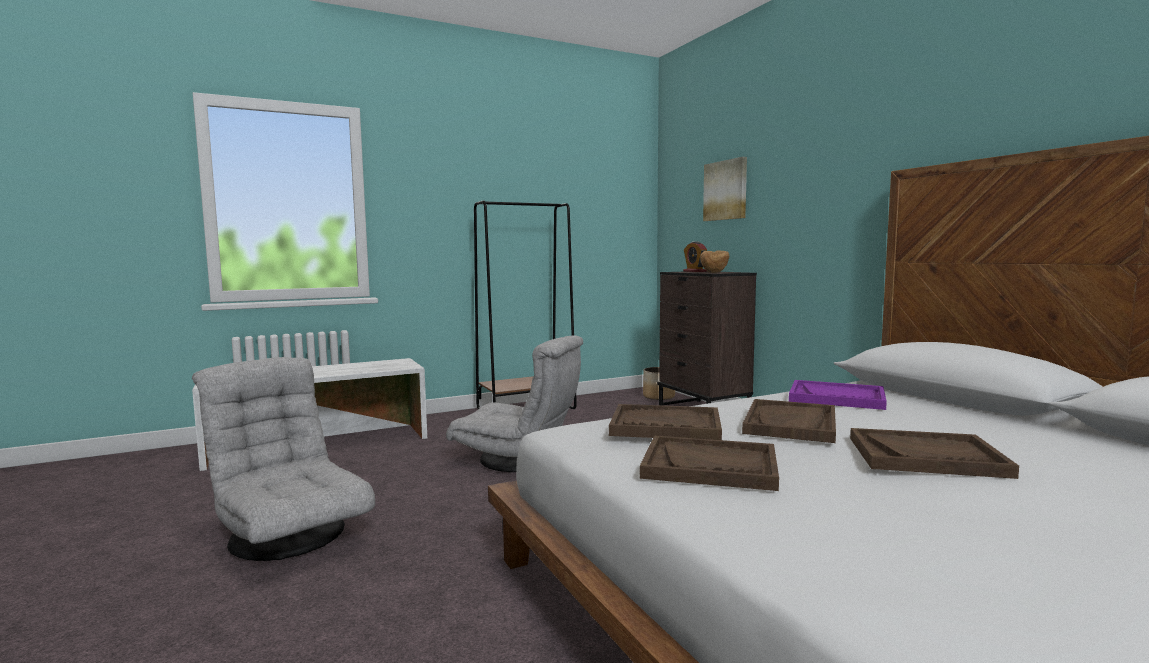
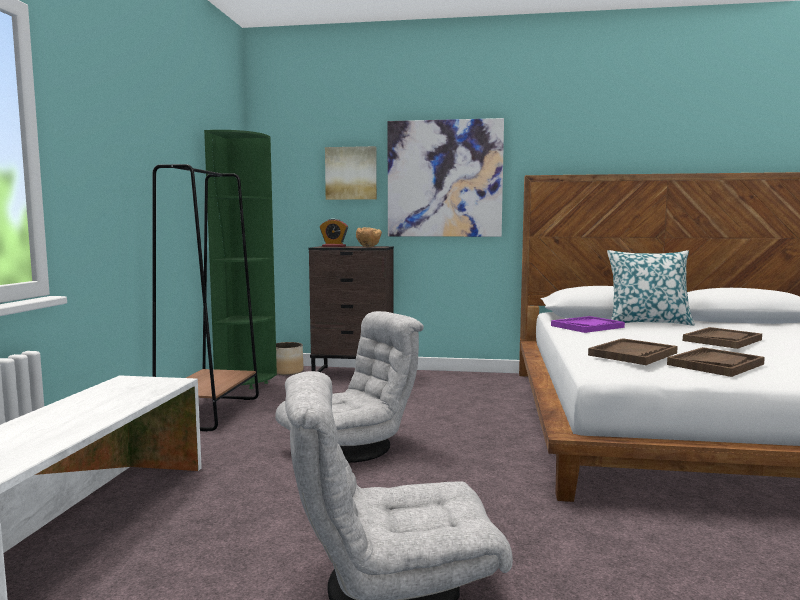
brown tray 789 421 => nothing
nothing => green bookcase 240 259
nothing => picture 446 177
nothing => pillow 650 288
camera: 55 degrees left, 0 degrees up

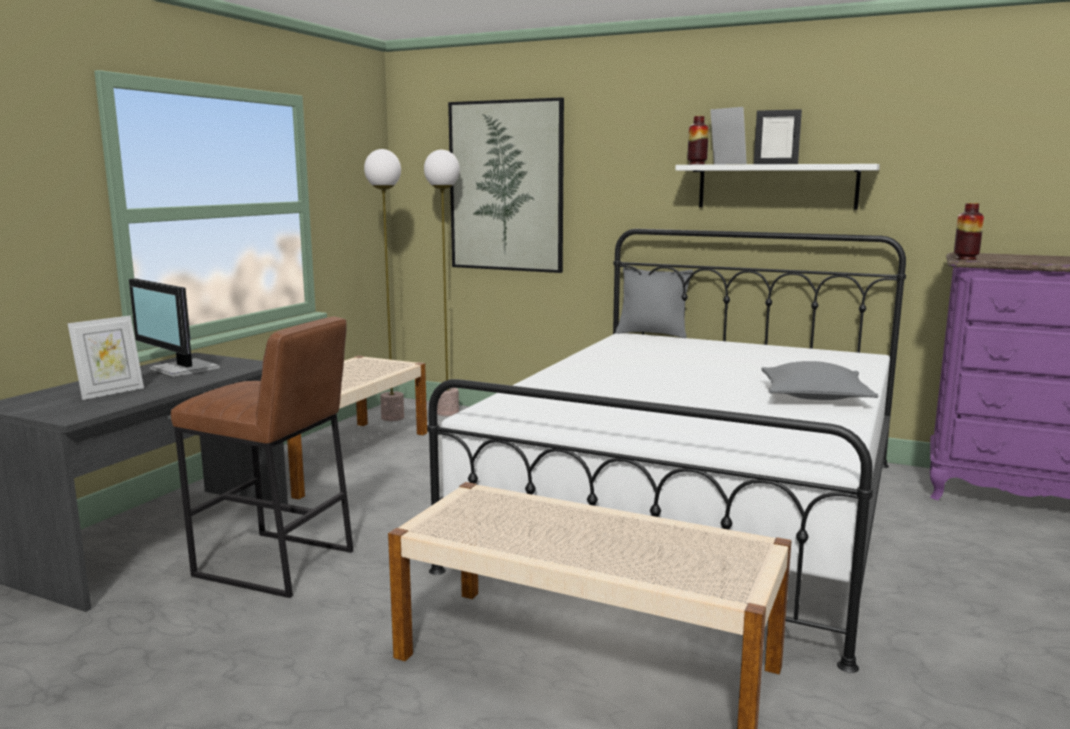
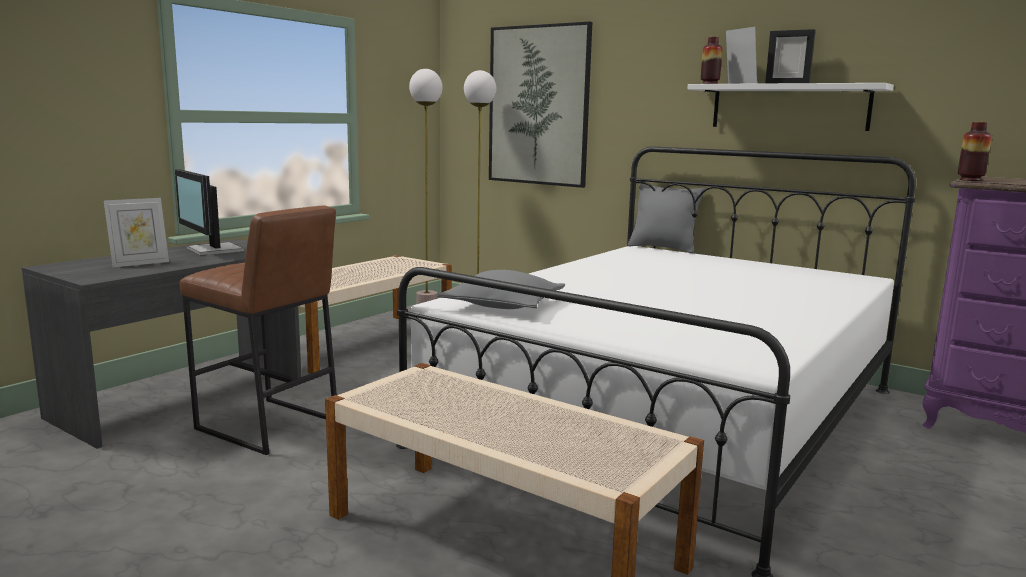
grey pillow 819 380 => grey pillow 501 289, move
camera: 10 degrees right, 0 degrees up

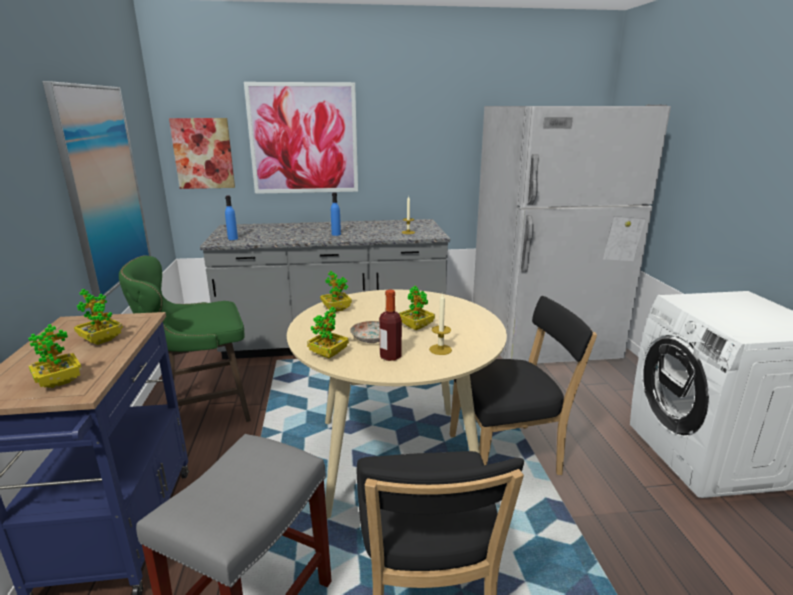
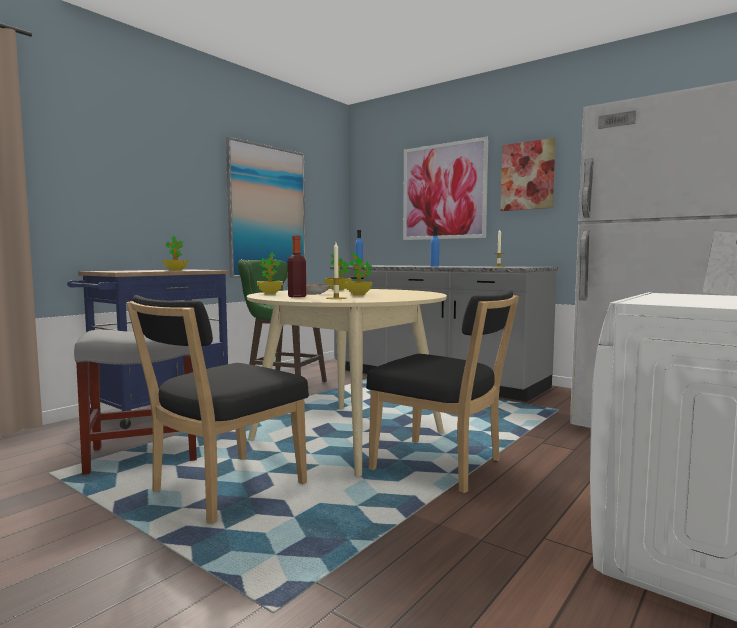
potted plant 55 356 => nothing
picture 202 153 => picture 528 174, move
camera: 45 degrees right, 15 degrees down

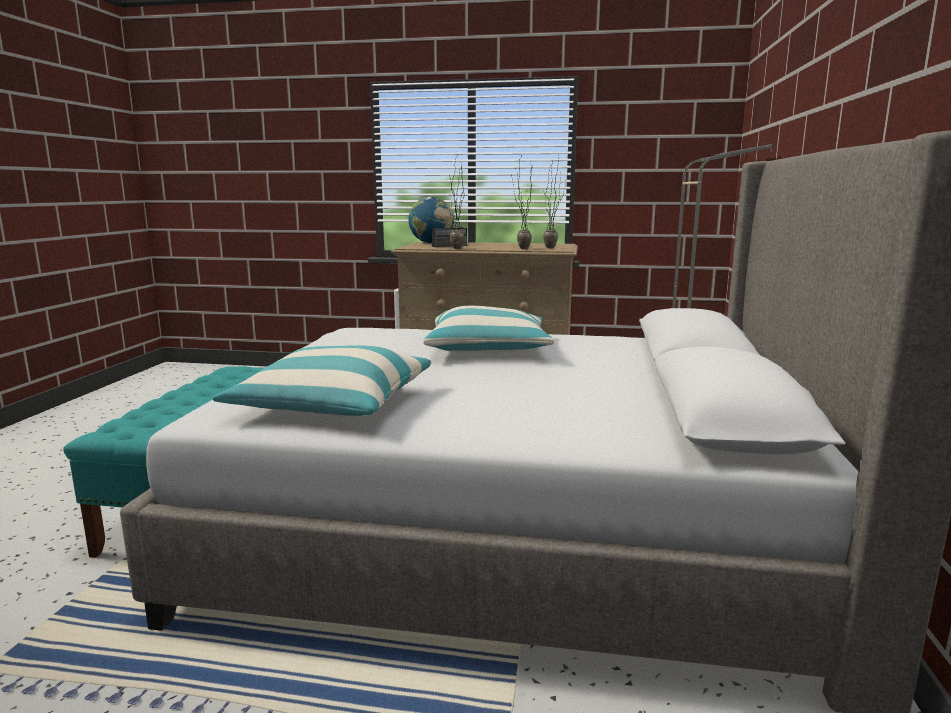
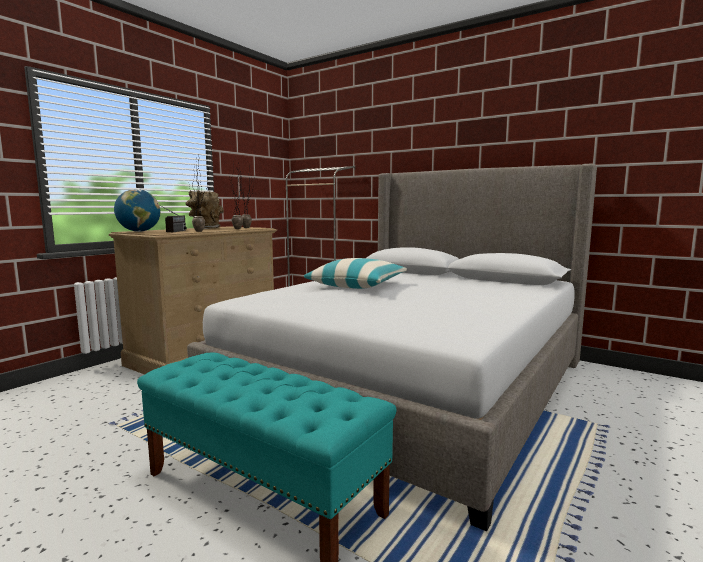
pillow 321 380 => nothing
nothing => brown vase 204 210
camera: 65 degrees left, 5 degrees down

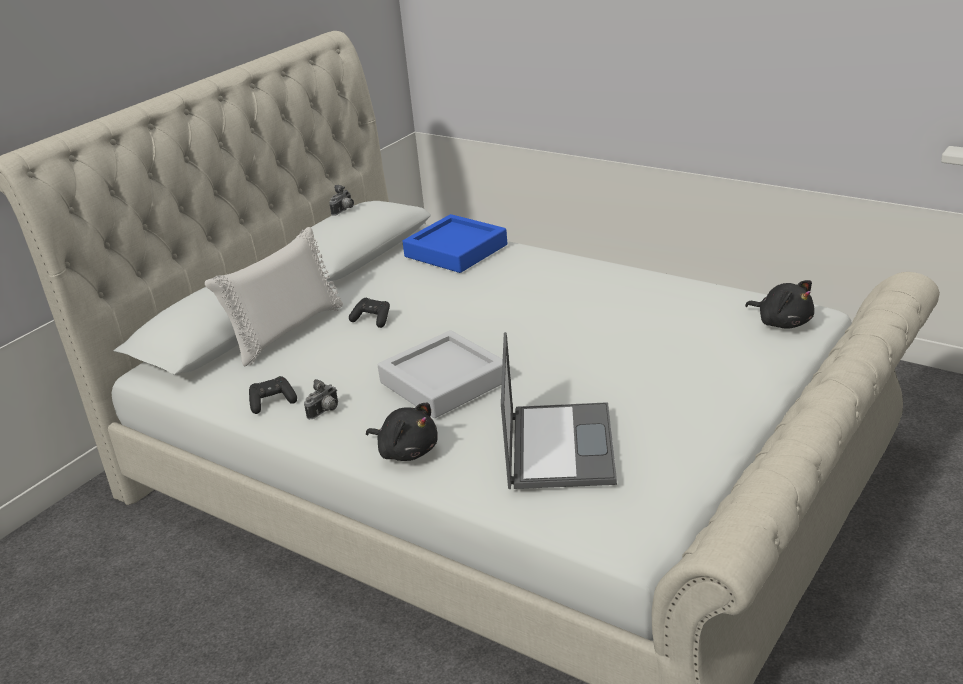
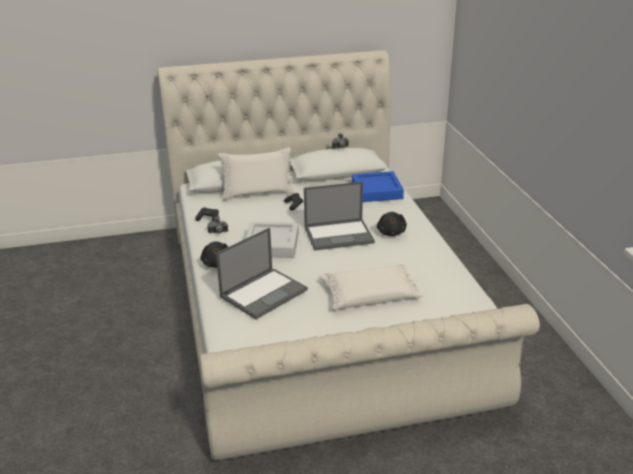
black plush toy 780 304 => black plush toy 392 224, move
nothing => laptop 339 216
nothing => white pillow 371 286
camera: 40 degrees right, 0 degrees up

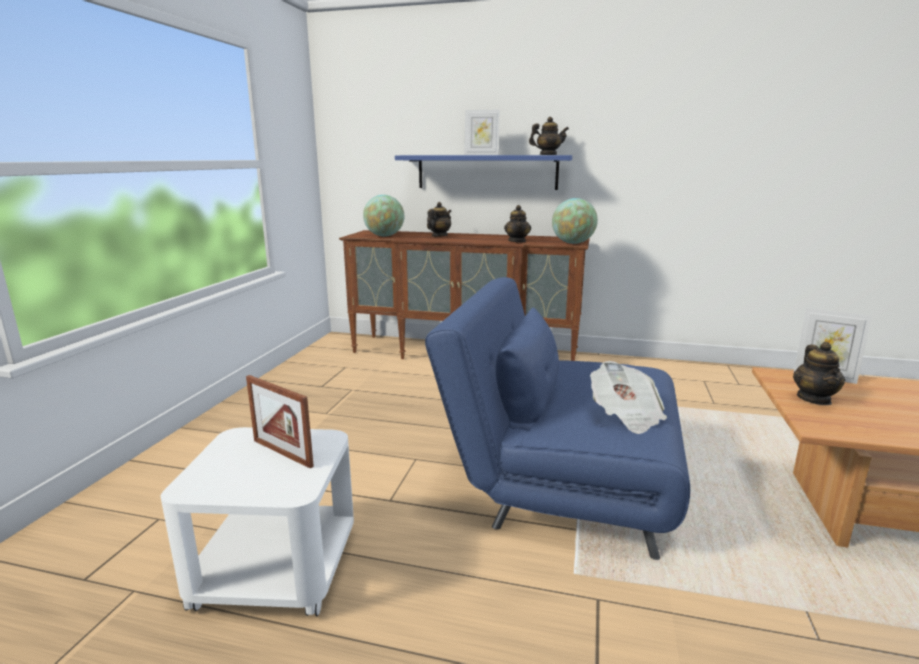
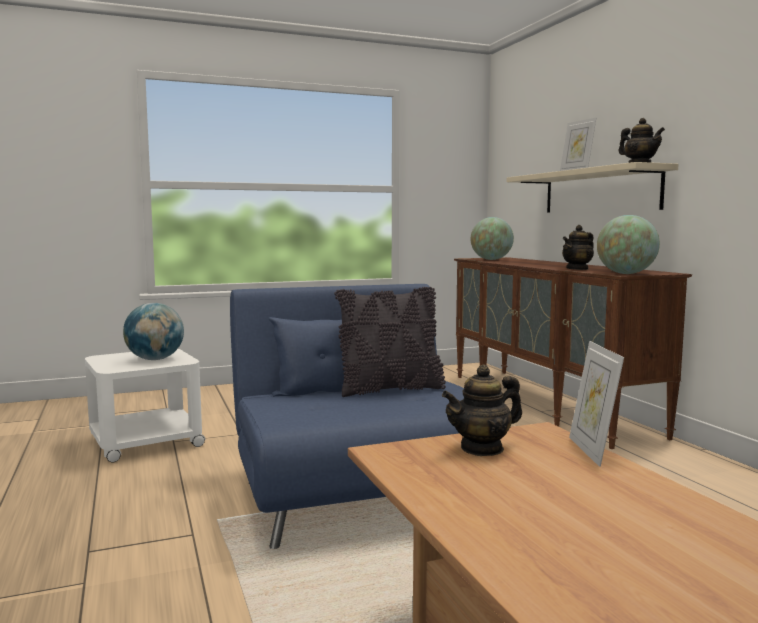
picture frame 280 422 => globe 153 331
blue shelf 483 172 => beige shelf 592 187
teapot 439 219 => nothing
newspaper 628 397 => nothing
nothing => black pillow 390 342
camera: 55 degrees right, 10 degrees down

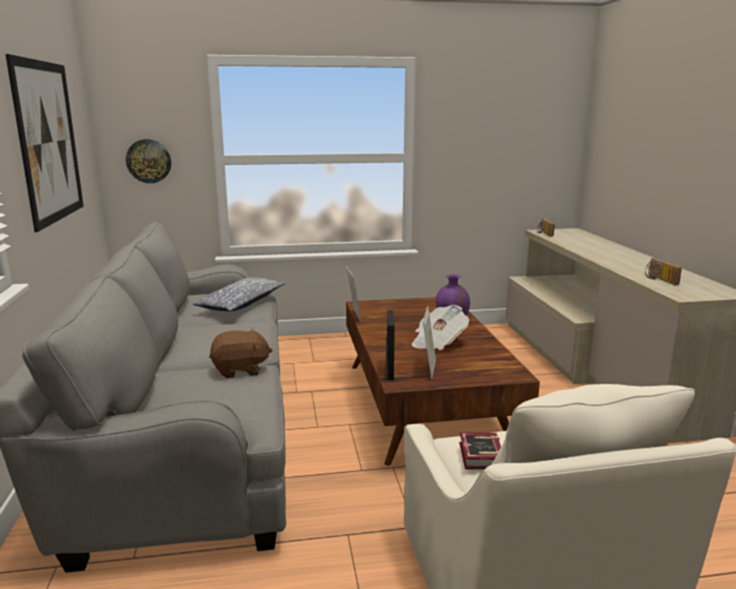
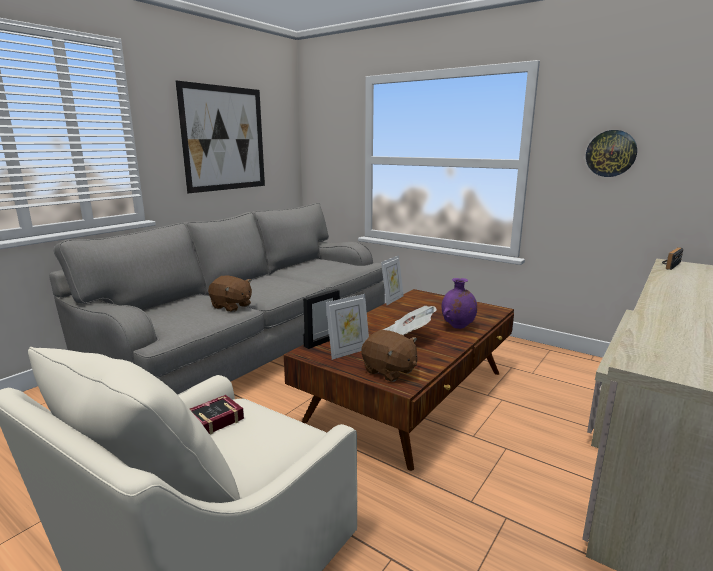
wall clock 148 161 => wall clock 611 153, move
pillow 239 294 => nothing
radio 663 271 => nothing
nothing => brown plush toy 389 356
camera: 45 degrees right, 0 degrees up

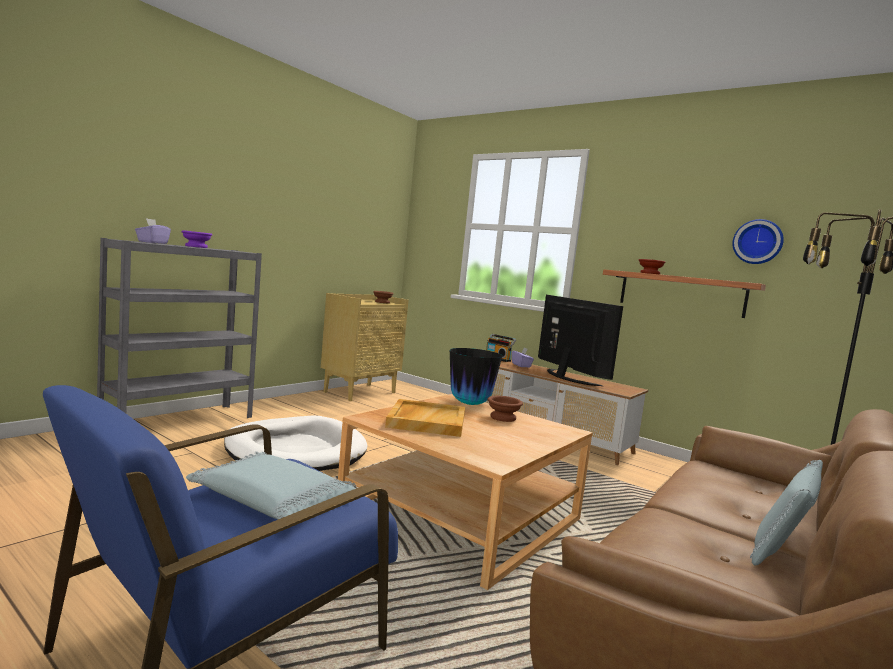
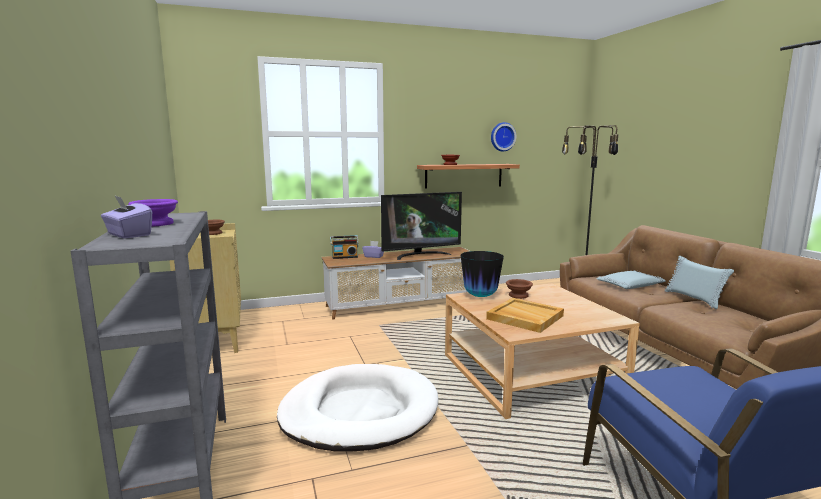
blue pillow 271 485 => blue pillow 631 279, move
television 580 340 => television 421 226, 150 degrees clockwise
camera: 55 degrees left, 5 degrees up

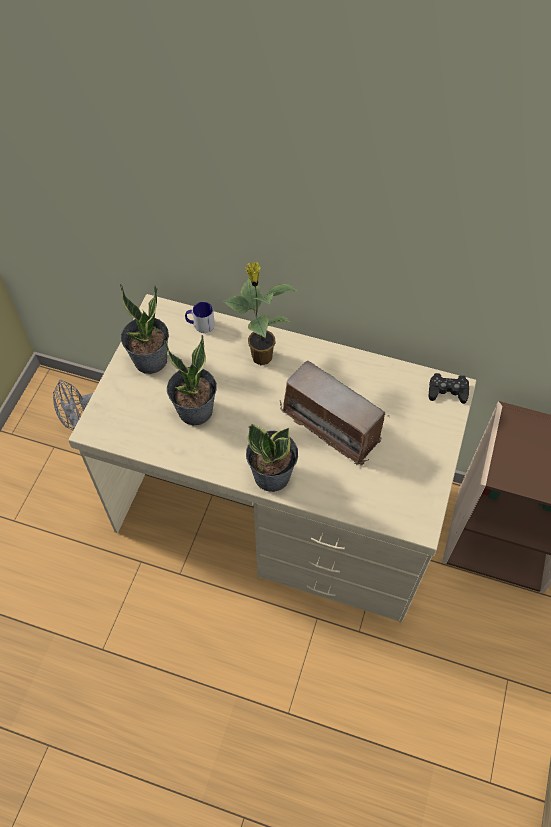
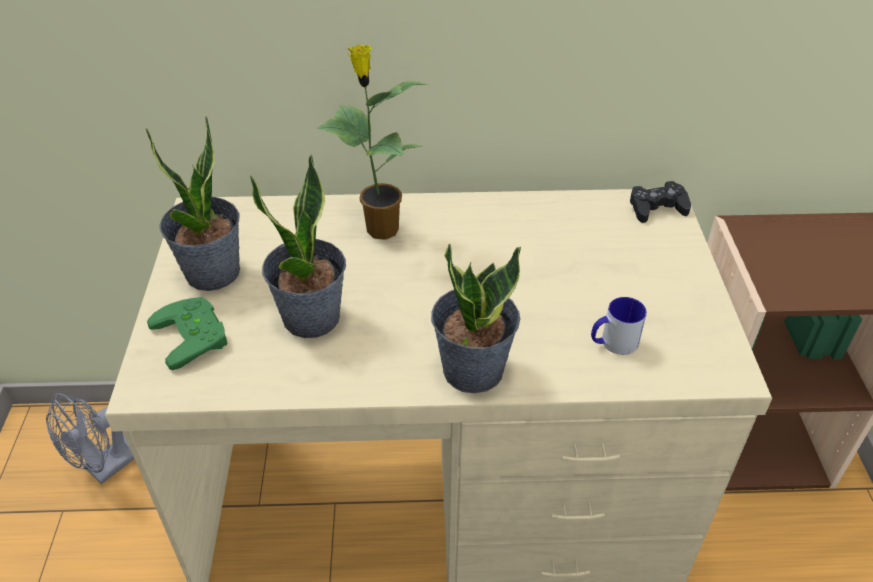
mug 200 317 => mug 619 326, move
radio 334 413 => nothing
nothing => green game controller 187 333
camera: 20 degrees left, 15 degrees down

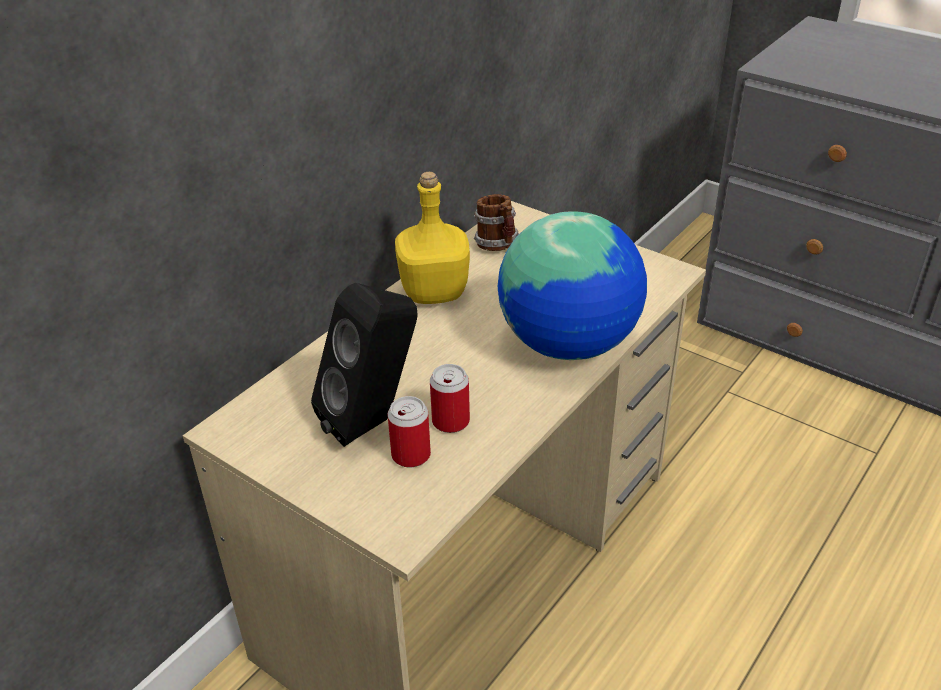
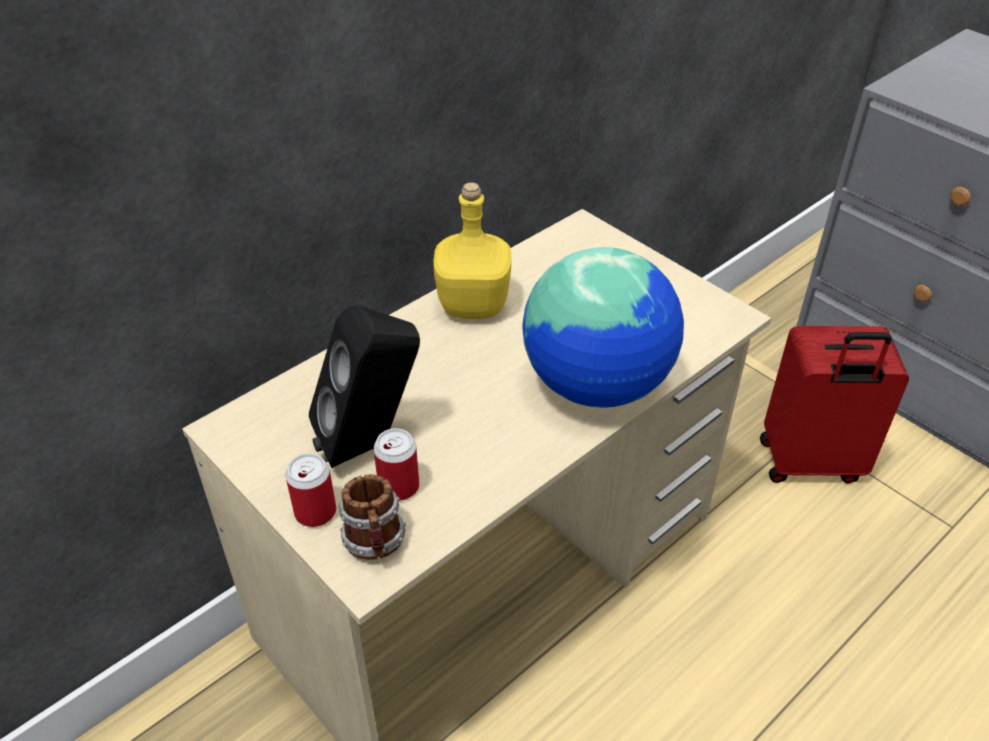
can 450 398 => can 310 490, move
mug 496 222 => mug 372 517, move
nothing => red suitcase 834 404
camera: 10 degrees right, 5 degrees up

